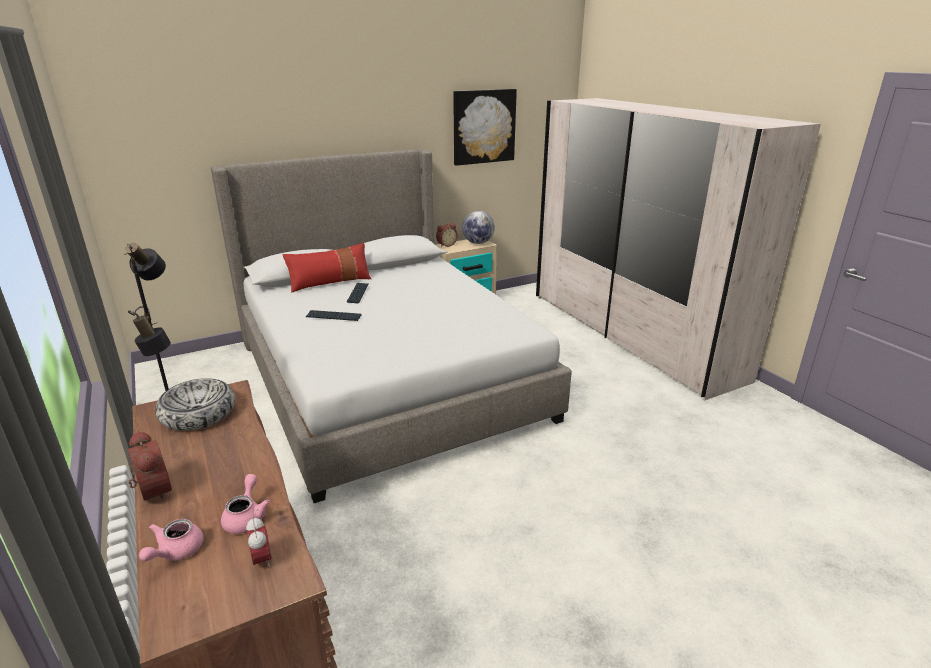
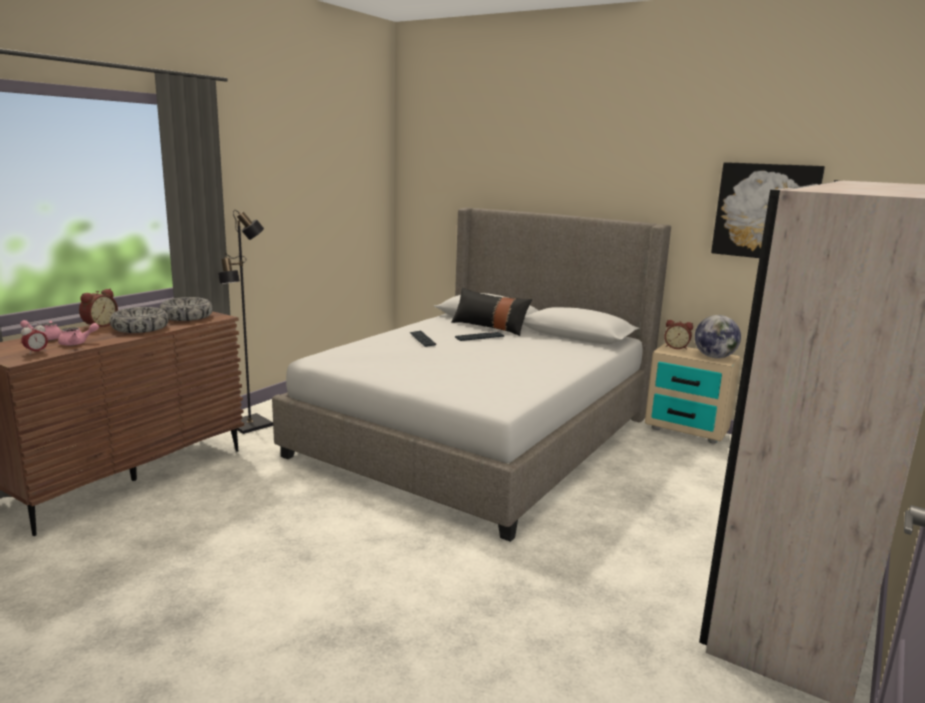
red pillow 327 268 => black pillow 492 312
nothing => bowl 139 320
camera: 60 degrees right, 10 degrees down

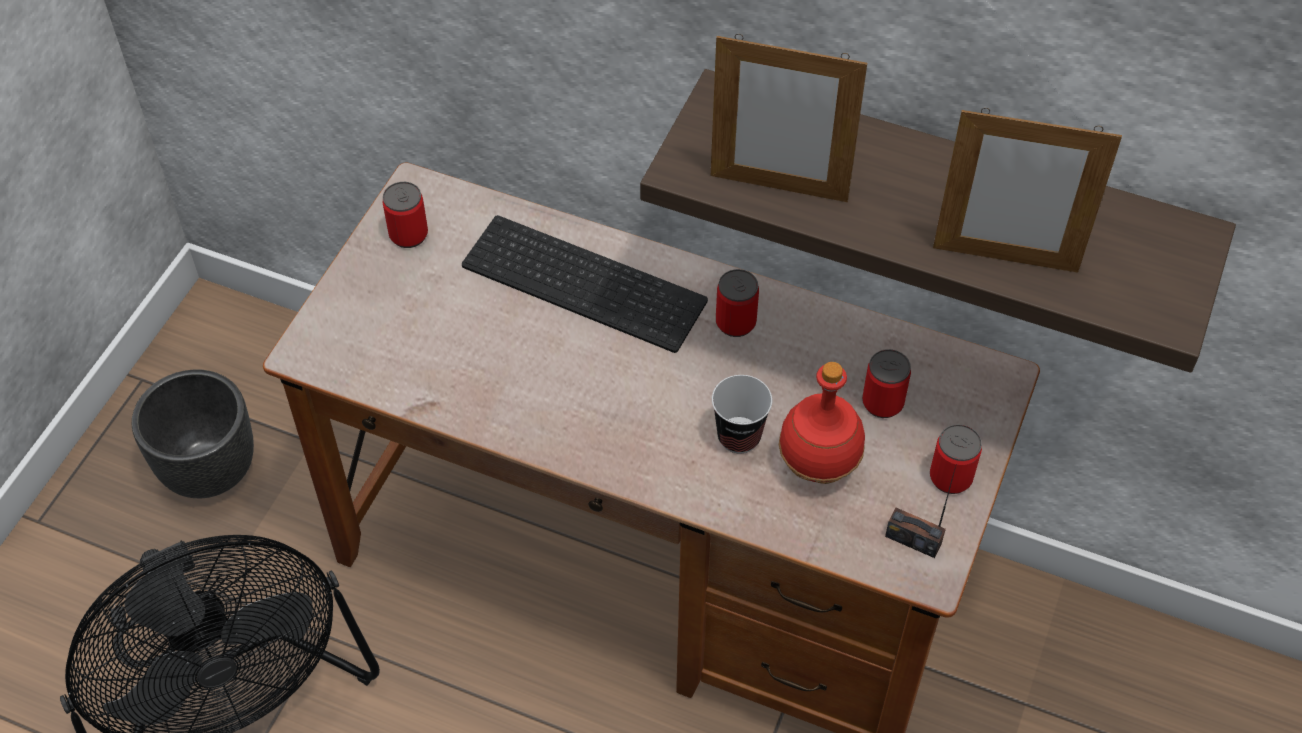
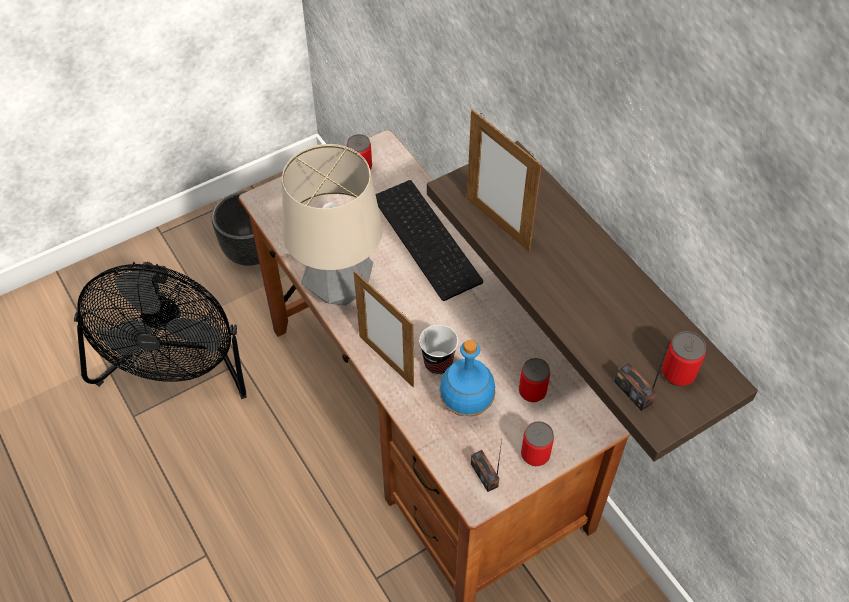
can 737 303 => can 684 358, move
red bottle 822 423 => blue bottle 467 378
picture frame 1027 190 => picture frame 383 328, move
nothing => table lamp 332 225
nothing => radio 642 374
camera: 35 degrees right, 0 degrees up

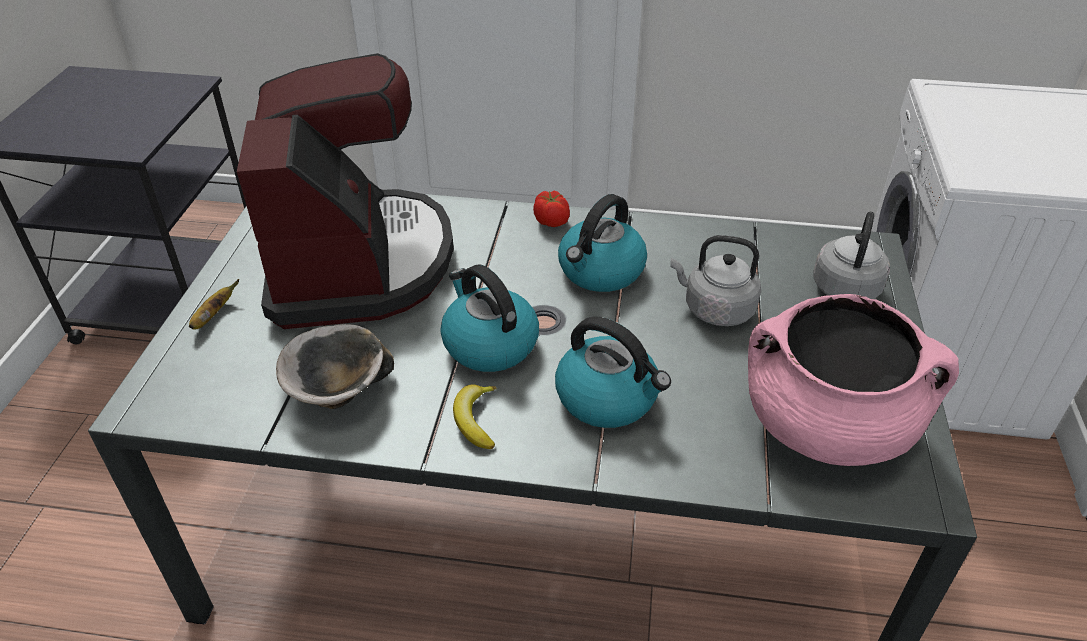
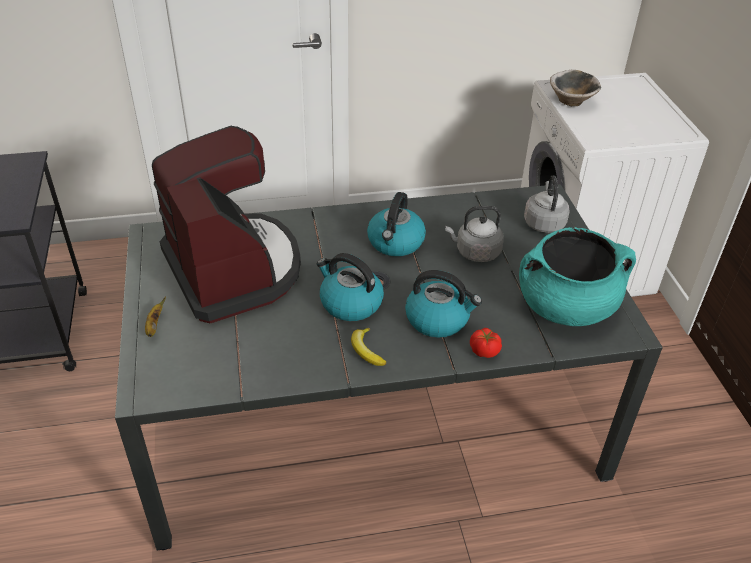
bowl 335 366 => bowl 575 88, move
tomato 551 209 => tomato 486 343, move
pink cooking pot 853 380 => turquoise cooking pot 577 276
camera: 20 degrees left, 0 degrees up

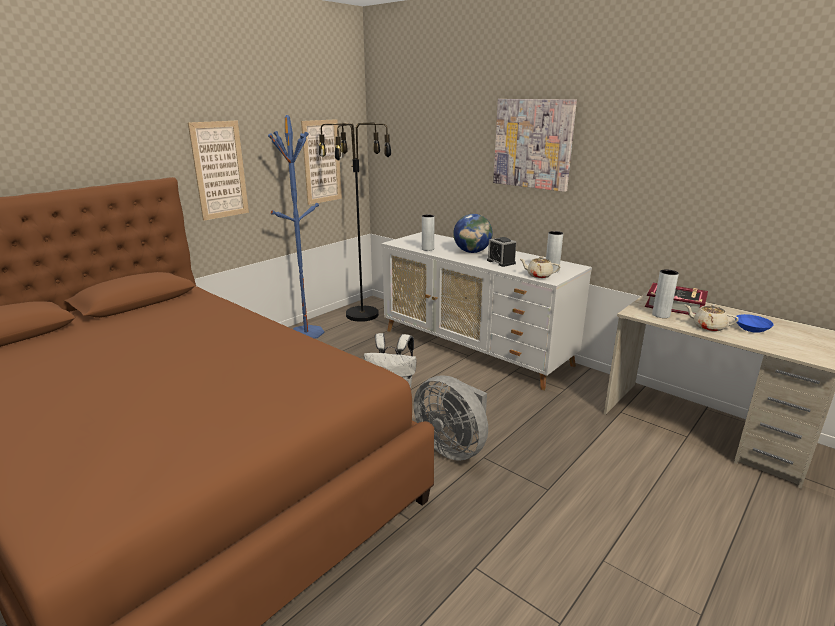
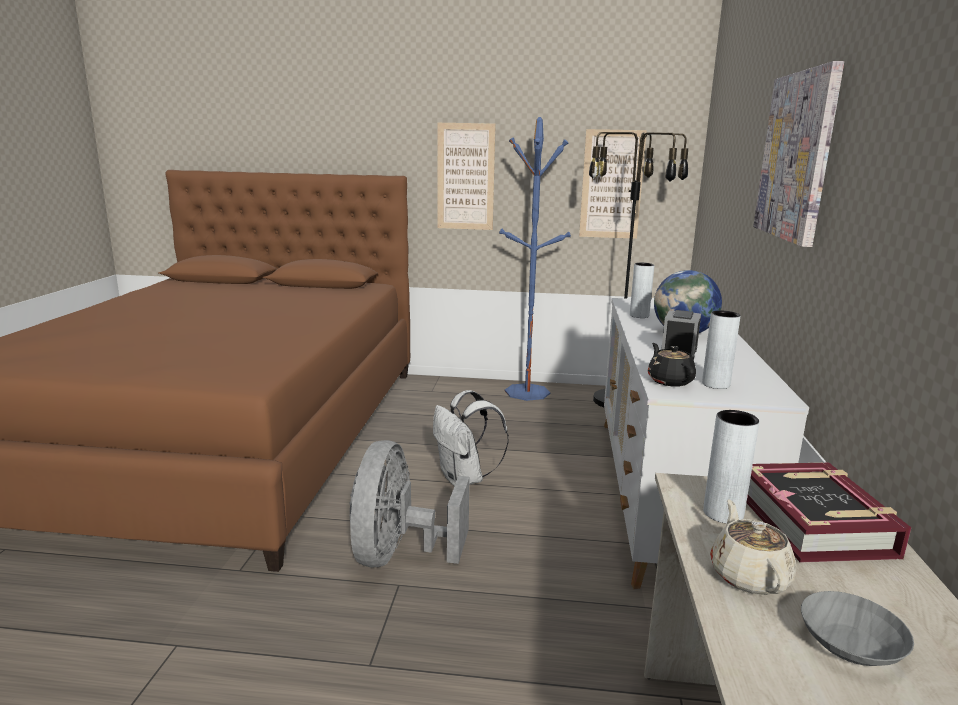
beige teapot 540 267 => black teapot 672 365
blue bowl 754 323 => grey bowl 857 628
camera: 55 degrees right, 5 degrees down

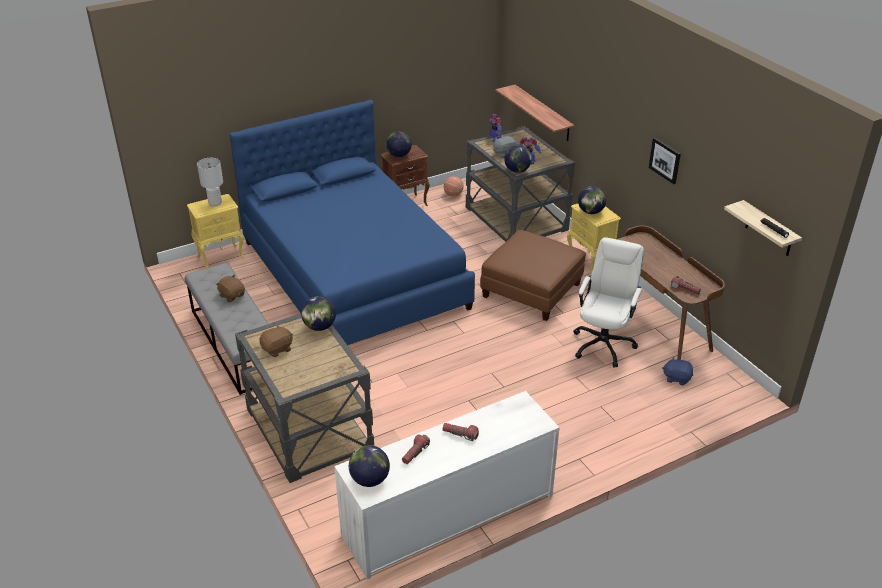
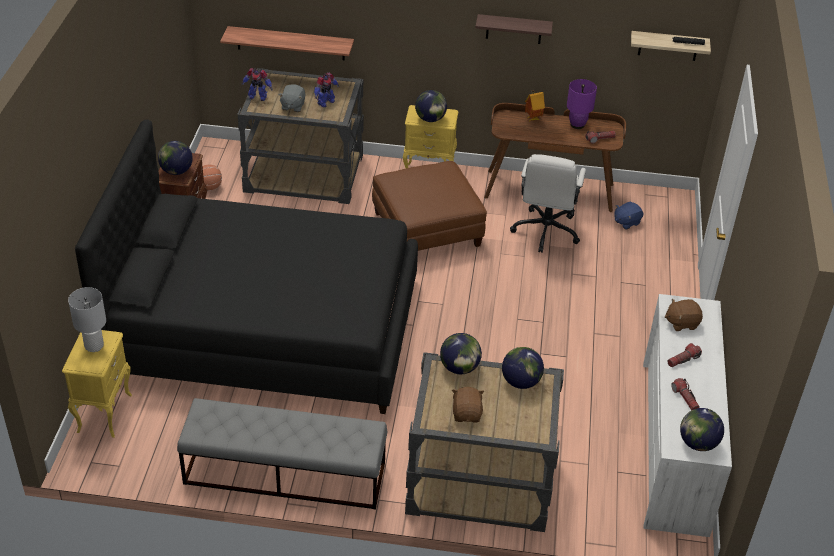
brown plush toy 230 288 => brown plush toy 684 315, move
blue bed 352 222 => black bed 246 266
globe 518 159 => globe 523 368, move
white office chair 609 302 => white office chair 548 203, 135 degrees counterclockwise
picture 665 160 => shelf 514 29
nothing => toy house 535 105
nothing => purple table lamp 582 104
camera: 55 degrees left, 5 degrees up

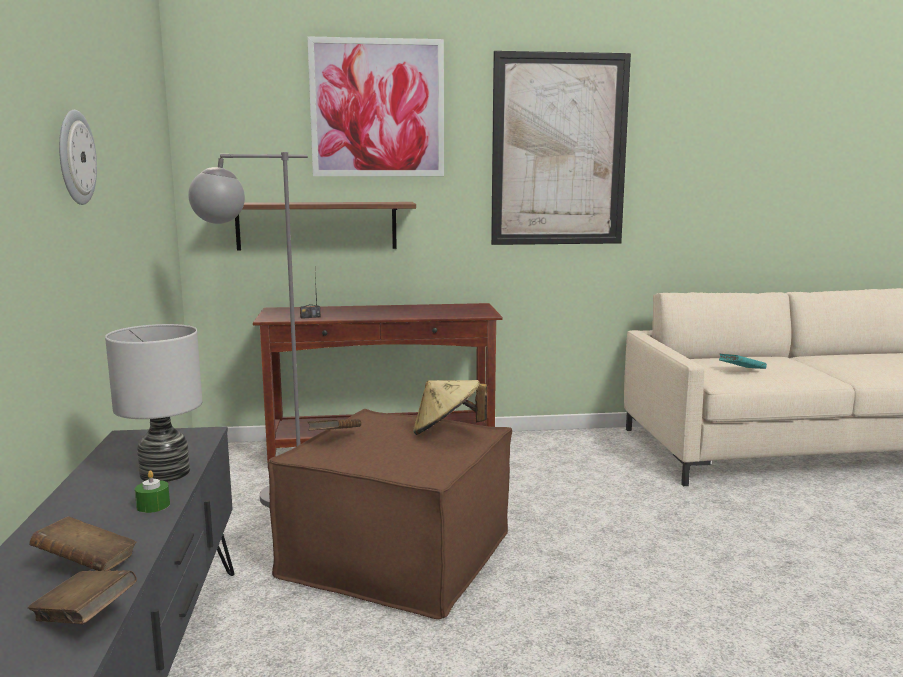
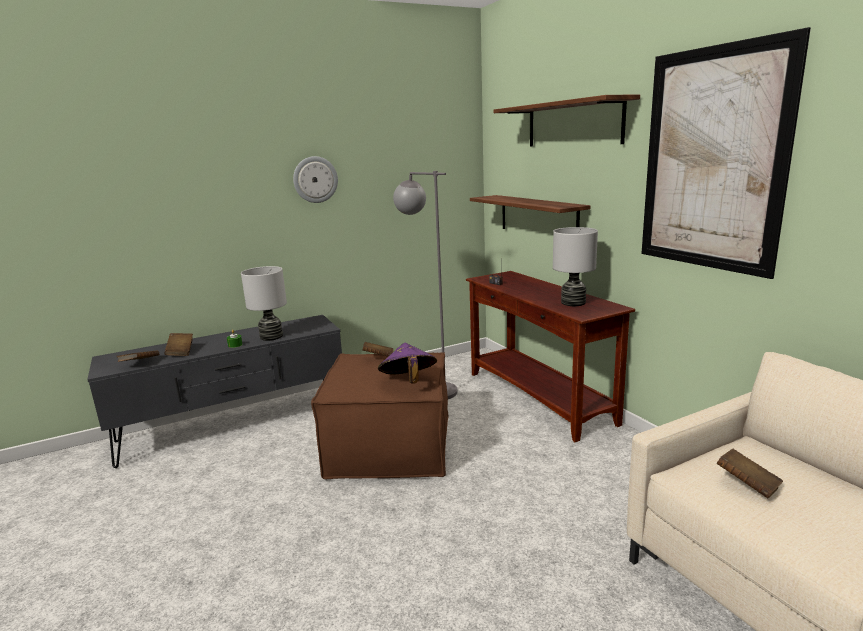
picture 375 106 => shelf 567 120
beige hat 450 407 => purple hat 407 363
turquoise book 743 361 => brown book 750 473
nothing => grey table lamp 575 266
camera: 70 degrees right, 5 degrees up

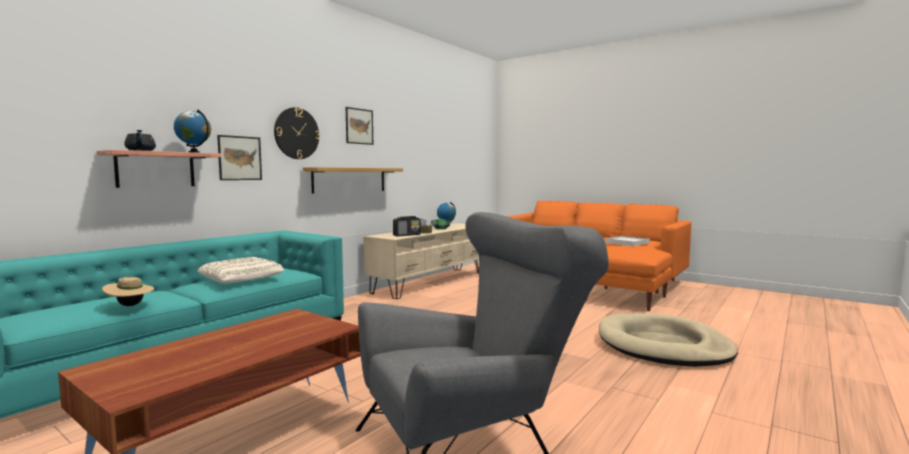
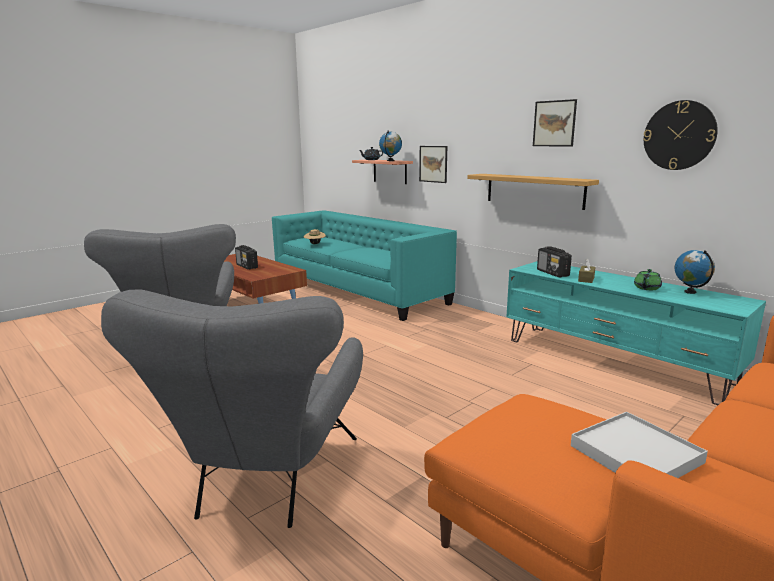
beige pillow 240 270 => nothing
wall clock 297 133 => wall clock 680 135, move
beige tv stand 421 261 => turquoise tv stand 636 333
beige dog bed 668 340 => grey armchair 232 408
nothing => radio 246 257
camera: 100 degrees right, 10 degrees up

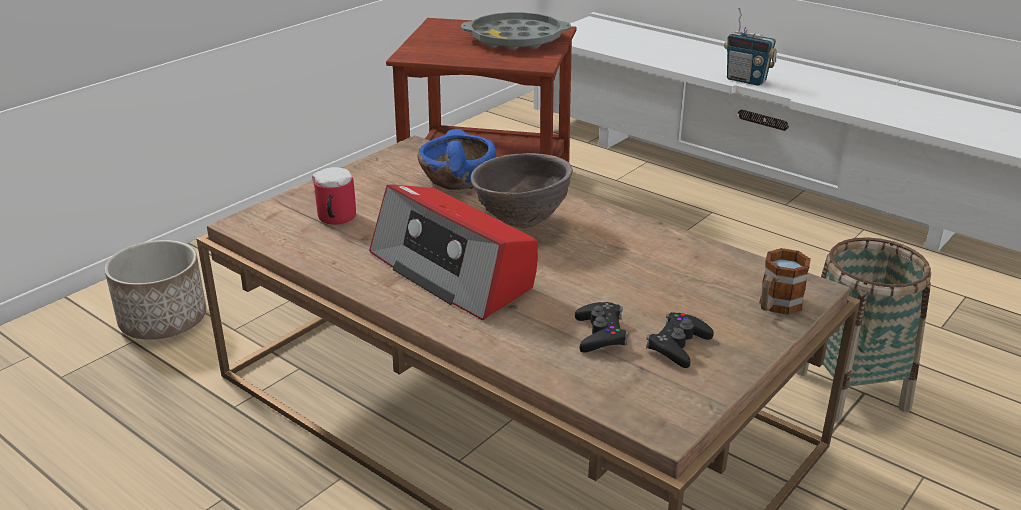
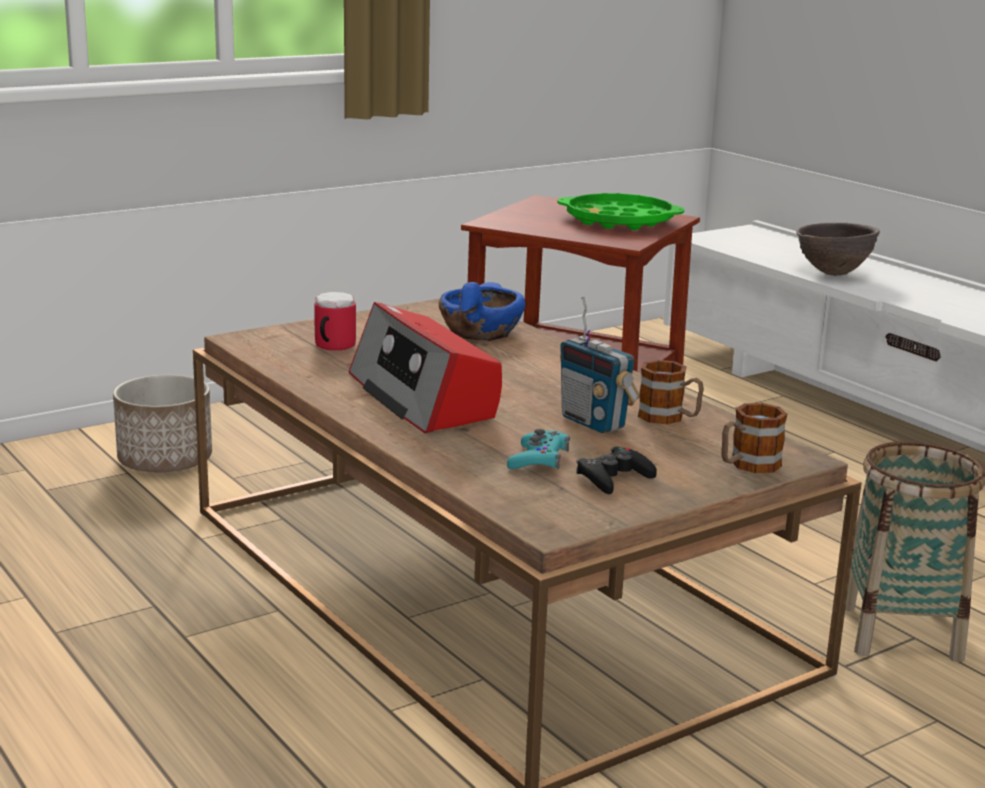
grey tray 516 31 => green tray 620 211
brown bowl 522 190 => brown bowl 838 249, move
black game controller 601 327 => turquoise game controller 538 449
radio 750 47 => radio 600 365, move
nothing => mug 671 392
camera: 15 degrees right, 10 degrees down

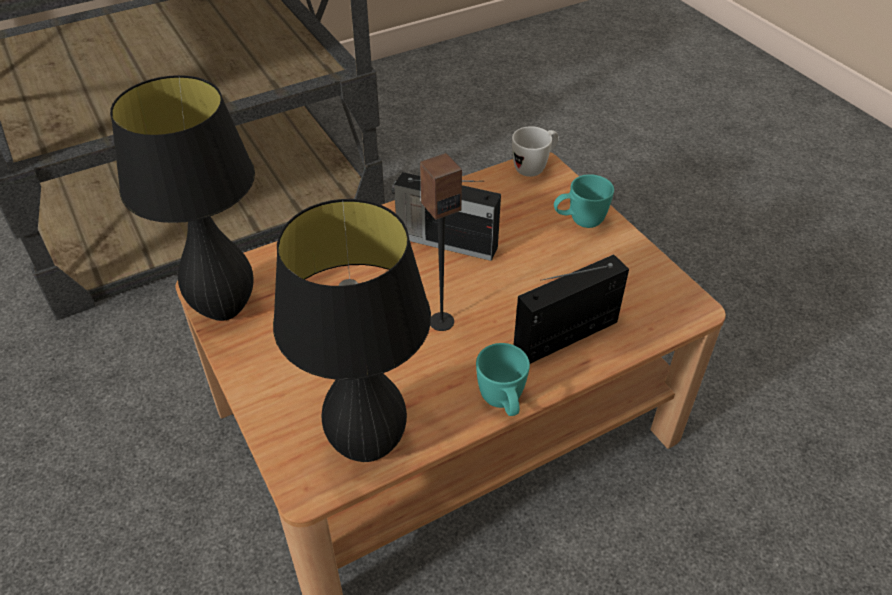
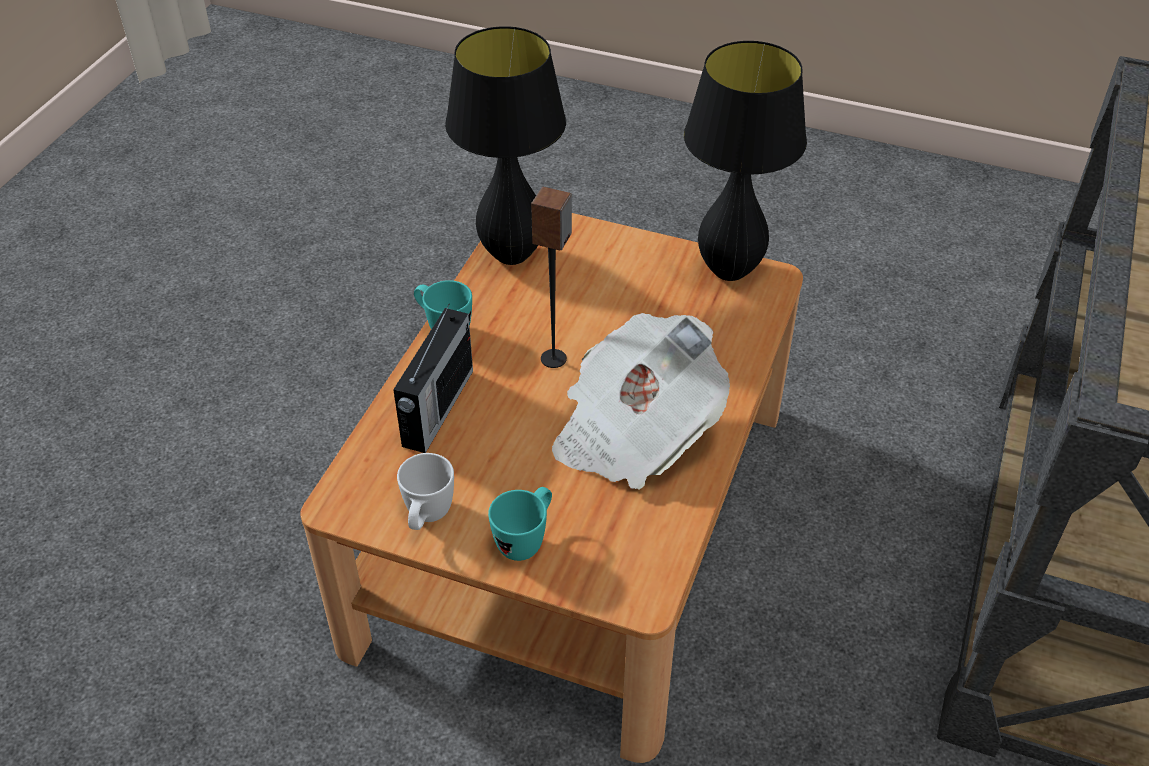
radio 446 216 => newspaper 641 401
white mug 535 151 => white mug 425 491, move
camera: 140 degrees right, 0 degrees up

